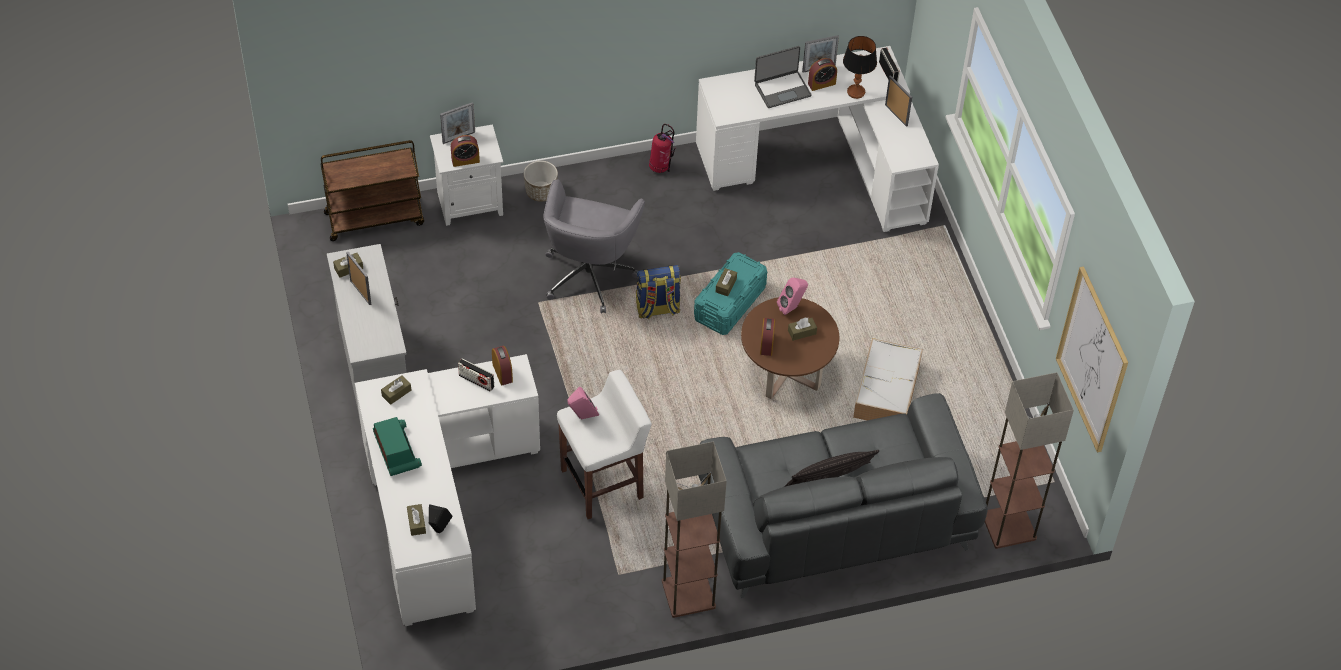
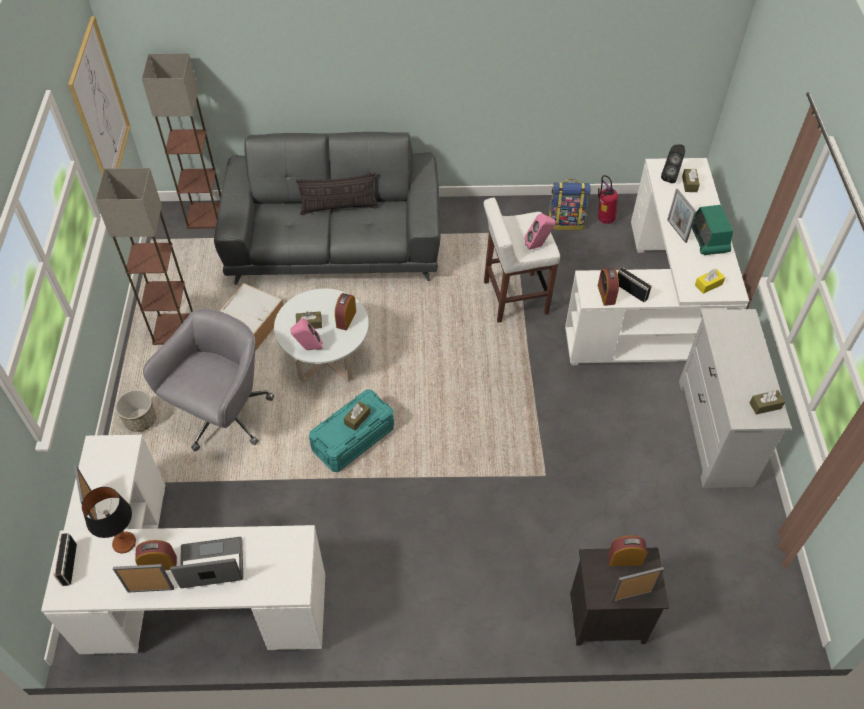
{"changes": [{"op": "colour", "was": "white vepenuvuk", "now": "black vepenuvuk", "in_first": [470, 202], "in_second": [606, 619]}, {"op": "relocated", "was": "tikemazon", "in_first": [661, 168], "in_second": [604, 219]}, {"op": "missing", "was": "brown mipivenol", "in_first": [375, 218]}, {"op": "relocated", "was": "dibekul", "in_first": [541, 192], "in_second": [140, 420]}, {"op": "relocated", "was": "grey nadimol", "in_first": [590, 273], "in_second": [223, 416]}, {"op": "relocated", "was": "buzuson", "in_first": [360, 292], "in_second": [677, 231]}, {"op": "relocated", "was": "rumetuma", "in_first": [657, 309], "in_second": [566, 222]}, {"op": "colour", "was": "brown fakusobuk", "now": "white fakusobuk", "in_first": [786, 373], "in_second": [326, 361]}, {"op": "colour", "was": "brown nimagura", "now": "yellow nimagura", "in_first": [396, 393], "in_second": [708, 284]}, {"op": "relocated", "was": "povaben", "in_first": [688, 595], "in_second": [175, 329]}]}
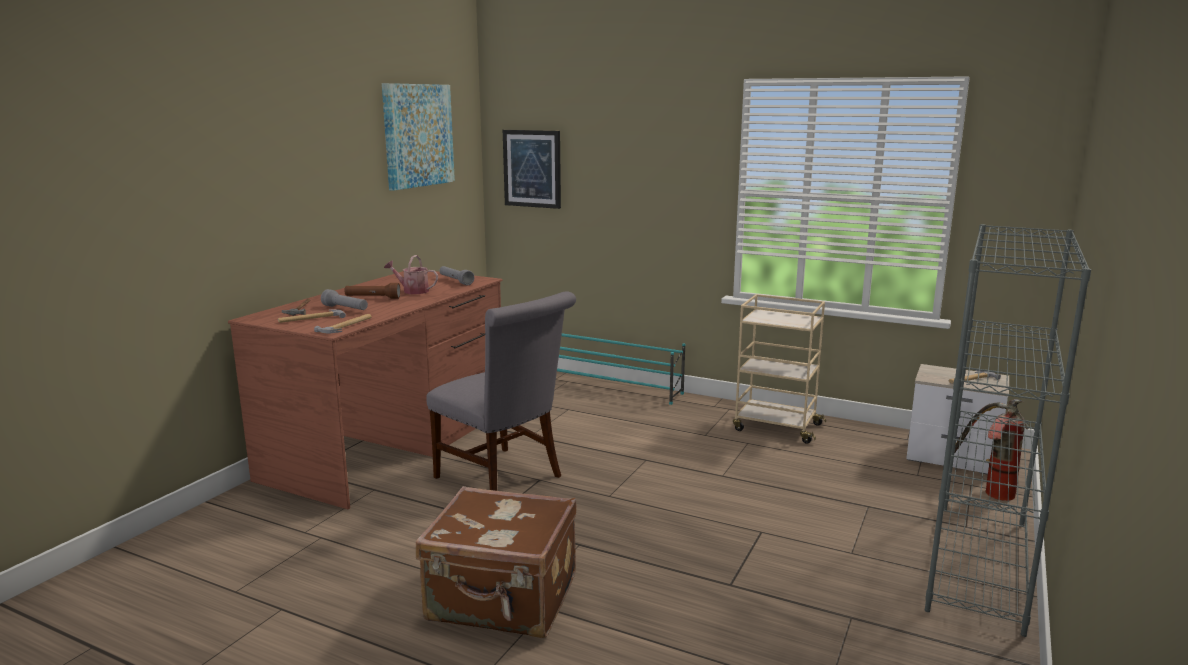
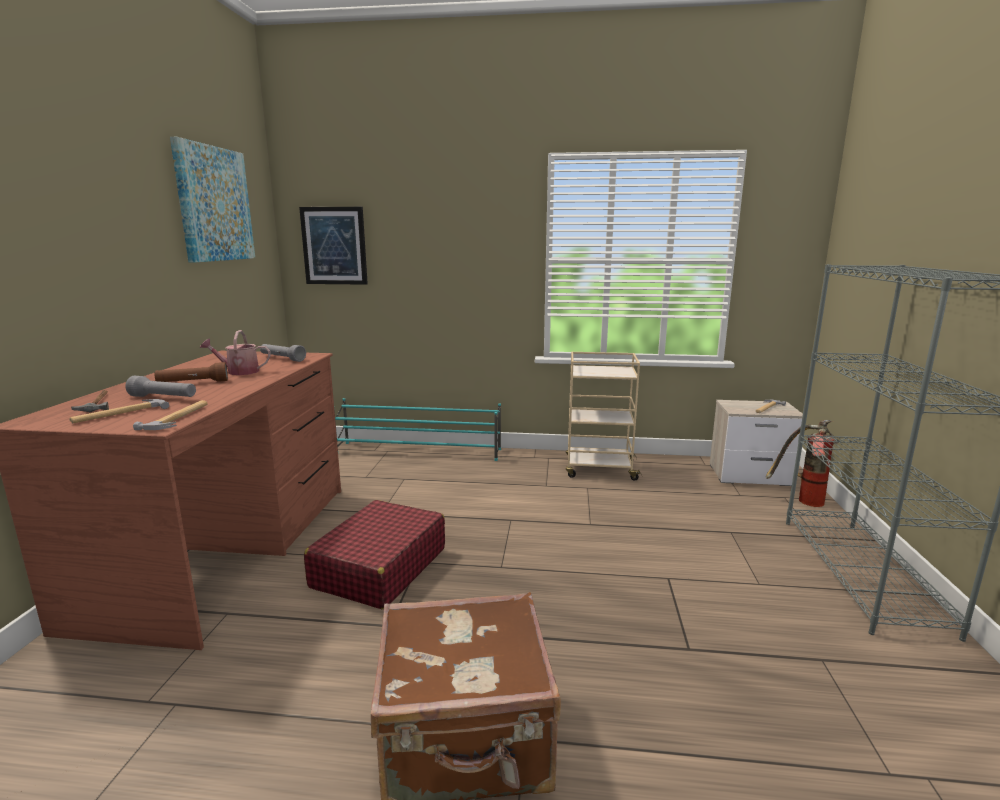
{"changes": [{"op": "exchanged", "was": "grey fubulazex", "now": "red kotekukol", "in_first": [504, 478], "in_second": [379, 568]}]}
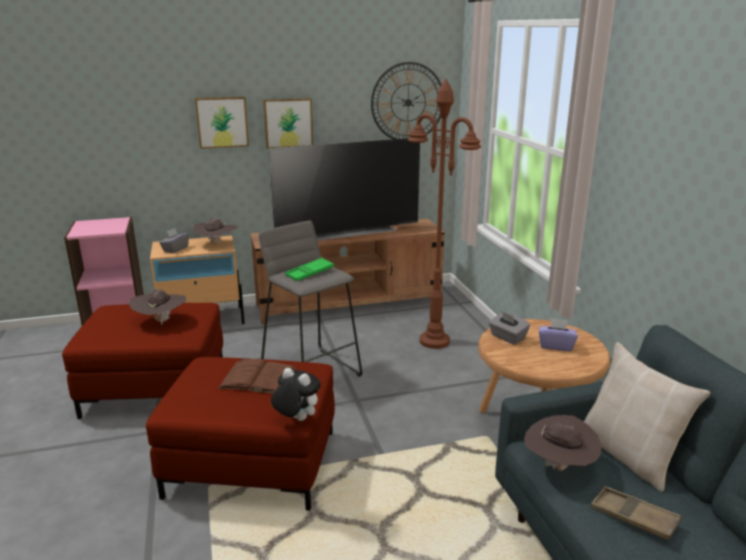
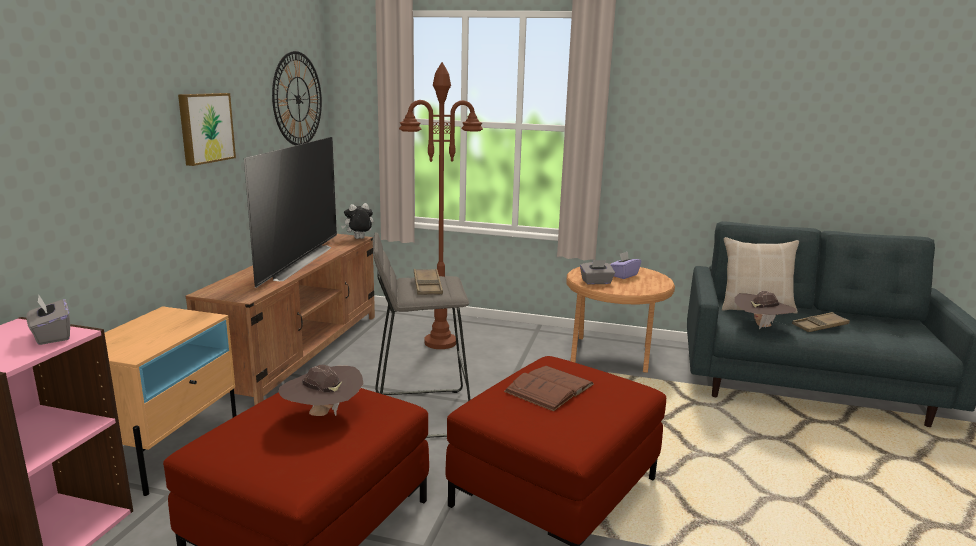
{"changes": [{"op": "missing", "was": "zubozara", "in_first": [222, 122]}, {"op": "missing", "was": "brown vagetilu", "in_first": [216, 245]}, {"op": "relocated", "was": "grey nimagura", "in_first": [175, 249], "in_second": [52, 336]}, {"op": "colour", "was": "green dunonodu", "now": "brown dunonodu", "in_first": [310, 273], "in_second": [427, 286]}, {"op": "relocated", "was": "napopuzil", "in_first": [296, 419], "in_second": [359, 239]}]}
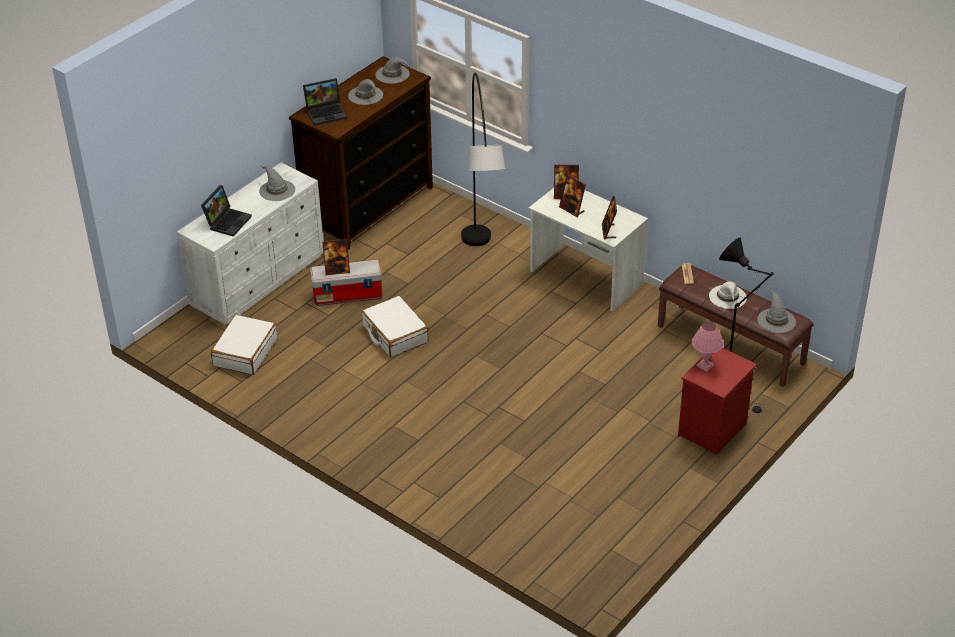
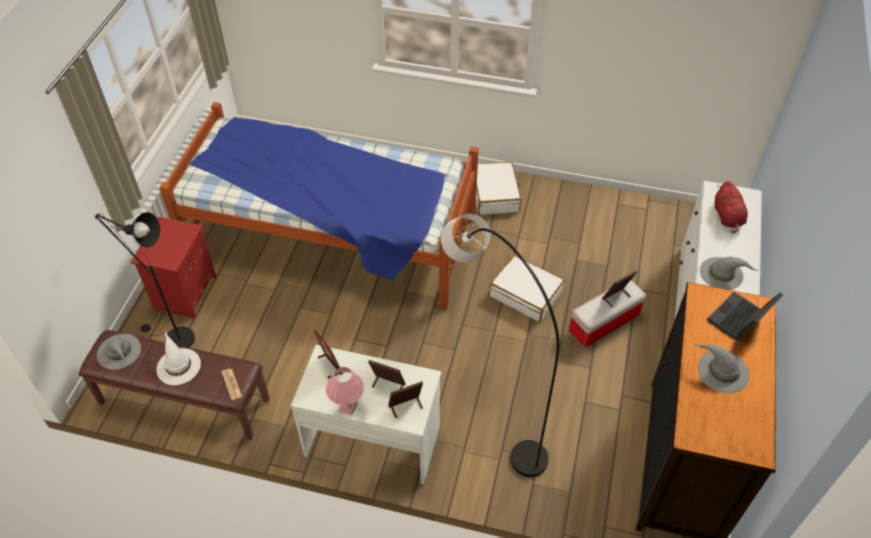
{"changes": [{"op": "missing", "was": "grey vagetilu", "in_first": [393, 74]}, {"op": "exchanged", "was": "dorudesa", "now": "red napopuzil", "in_first": [227, 221], "in_second": [728, 217]}, {"op": "relocated", "was": "white kotekukol", "in_first": [245, 352], "in_second": [495, 195]}, {"op": "relocated", "was": "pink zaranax", "in_first": [705, 366], "in_second": [347, 406]}, {"op": "appeared", "now": "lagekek", "in_second": [331, 237]}]}
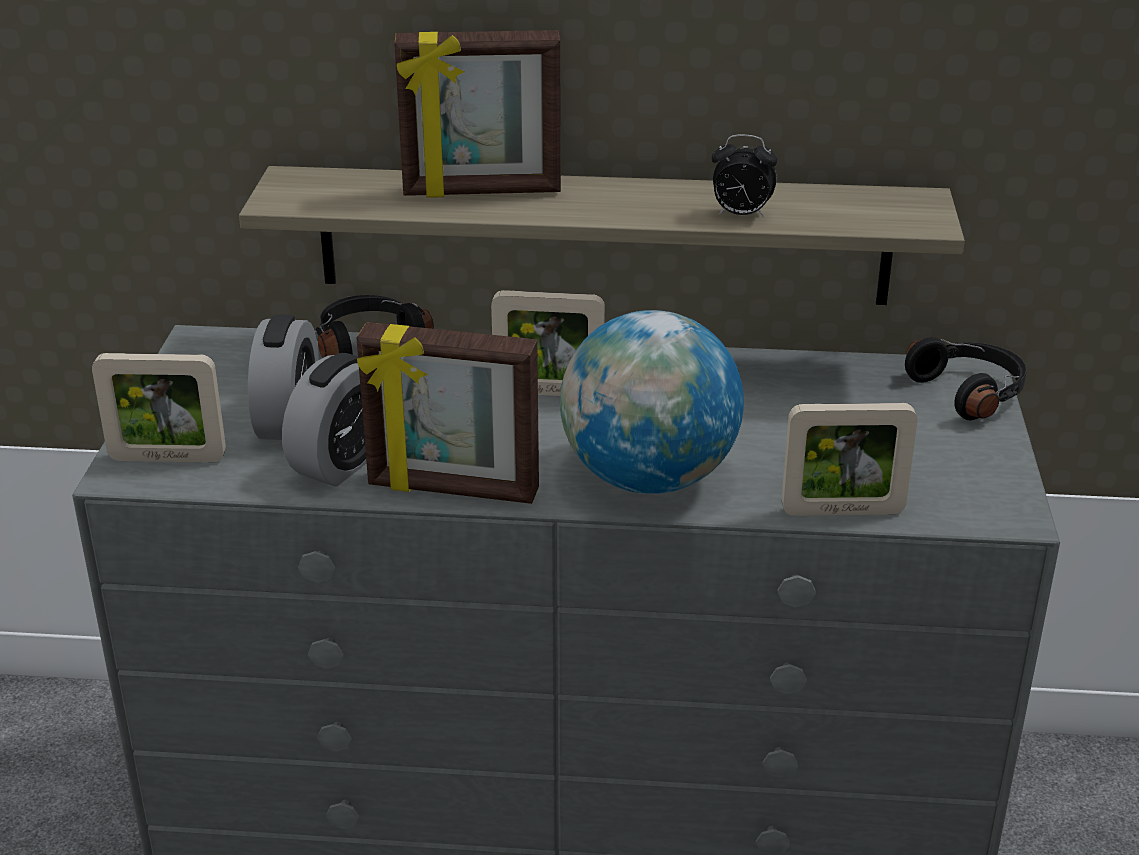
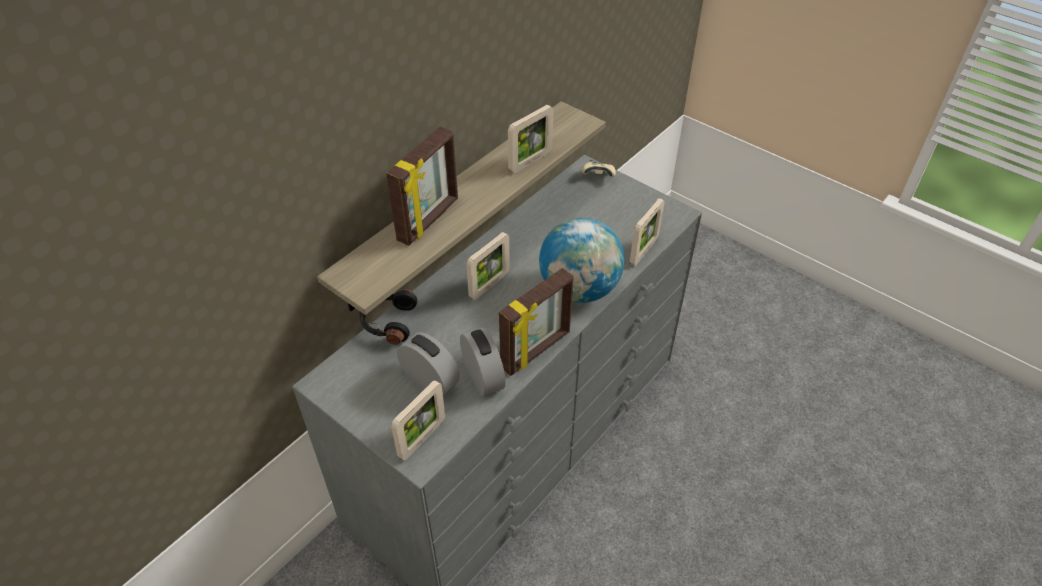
{"changes": [{"op": "exchanged", "was": "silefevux", "now": "buzuson", "in_first": [740, 215], "in_second": [530, 161]}, {"op": "exchanged", "was": "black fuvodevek", "now": "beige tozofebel", "in_first": [970, 392], "in_second": [598, 176]}]}
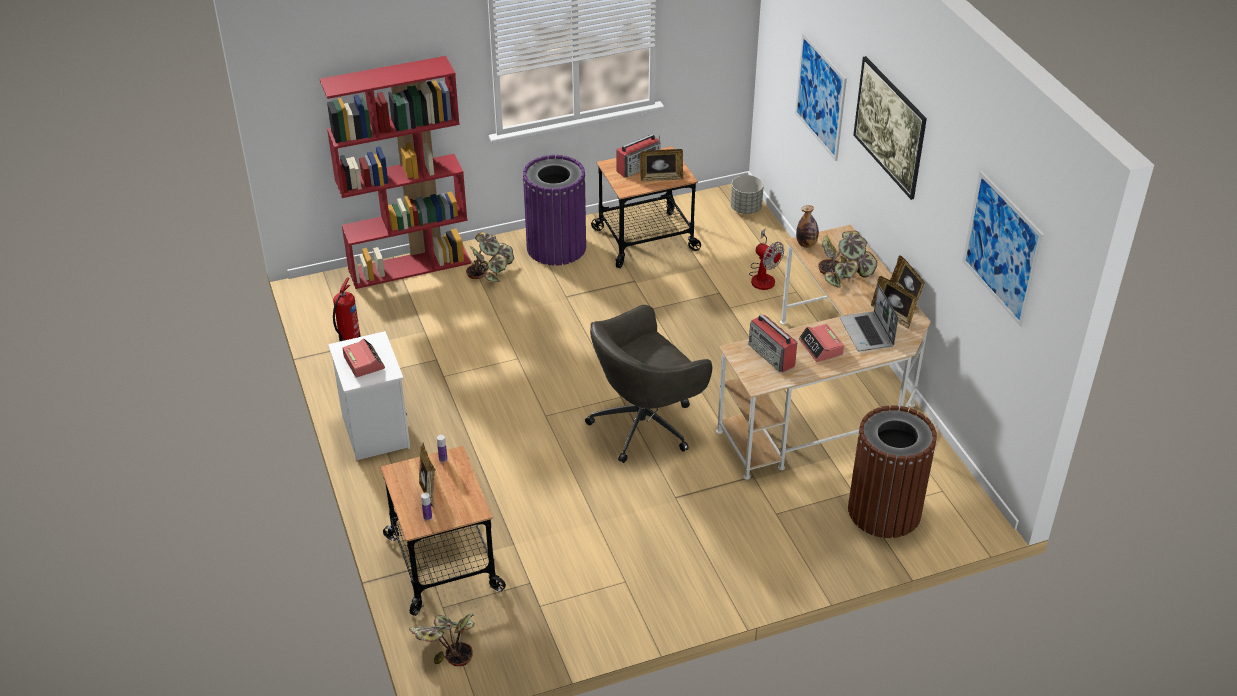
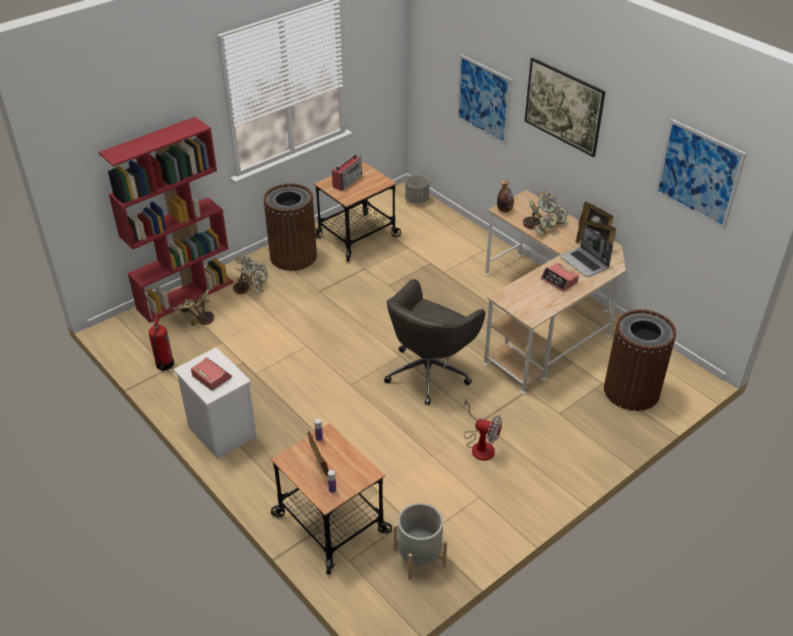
{"changes": [{"op": "missing", "was": "buzuson", "in_first": [661, 178]}, {"op": "colour", "was": "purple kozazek", "now": "brown kozazek", "in_first": [556, 247], "in_second": [293, 256]}, {"op": "relocated", "was": "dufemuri", "in_first": [763, 276], "in_second": [480, 445]}, {"op": "missing", "was": "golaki", "in_first": [772, 355]}, {"op": "relocated", "was": "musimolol", "in_first": [445, 647], "in_second": [195, 317]}, {"op": "appeared", "now": "grey dibekul", "in_second": [419, 557]}]}
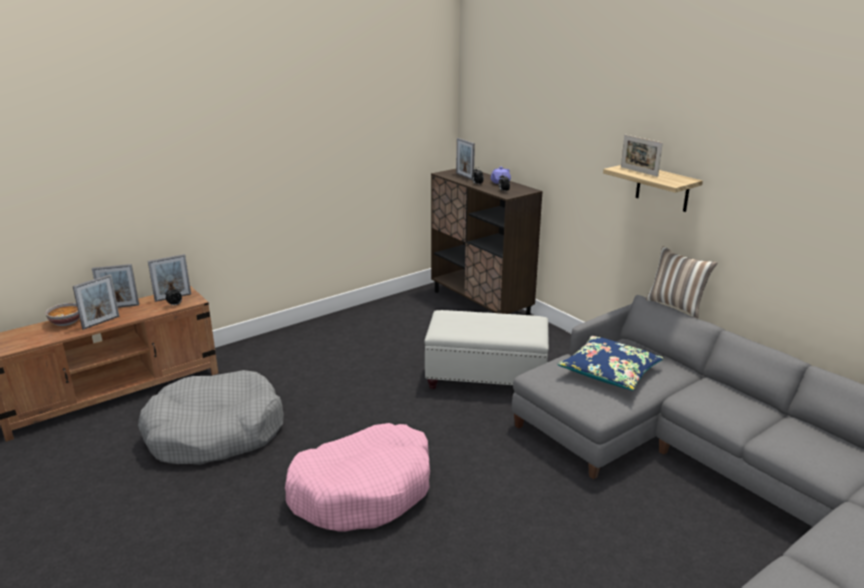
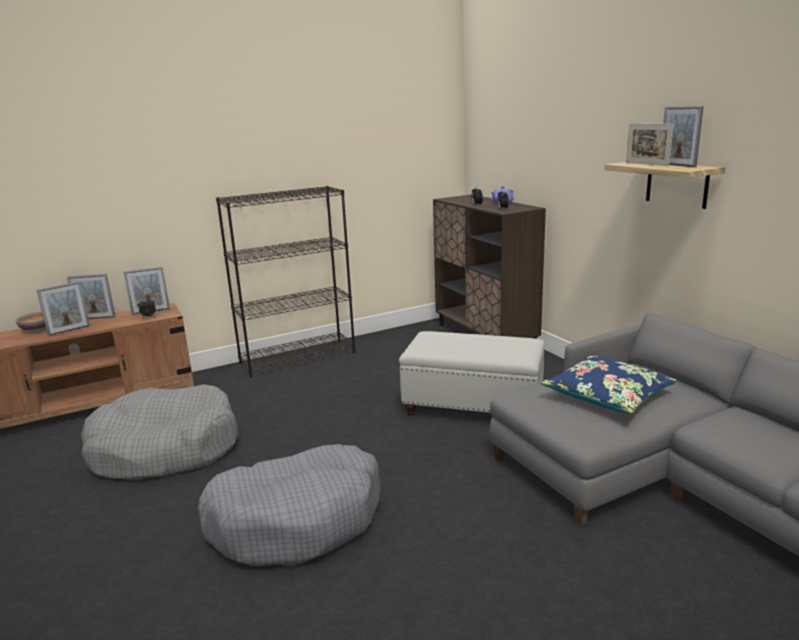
{"changes": [{"op": "relocated", "was": "buzuson", "in_first": [464, 176], "in_second": [677, 165]}, {"op": "missing", "was": "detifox", "in_first": [676, 306]}, {"op": "colour", "was": "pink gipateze", "now": "grey gipateze", "in_first": [363, 490], "in_second": [297, 519]}, {"op": "appeared", "now": "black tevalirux", "in_second": [298, 357]}]}
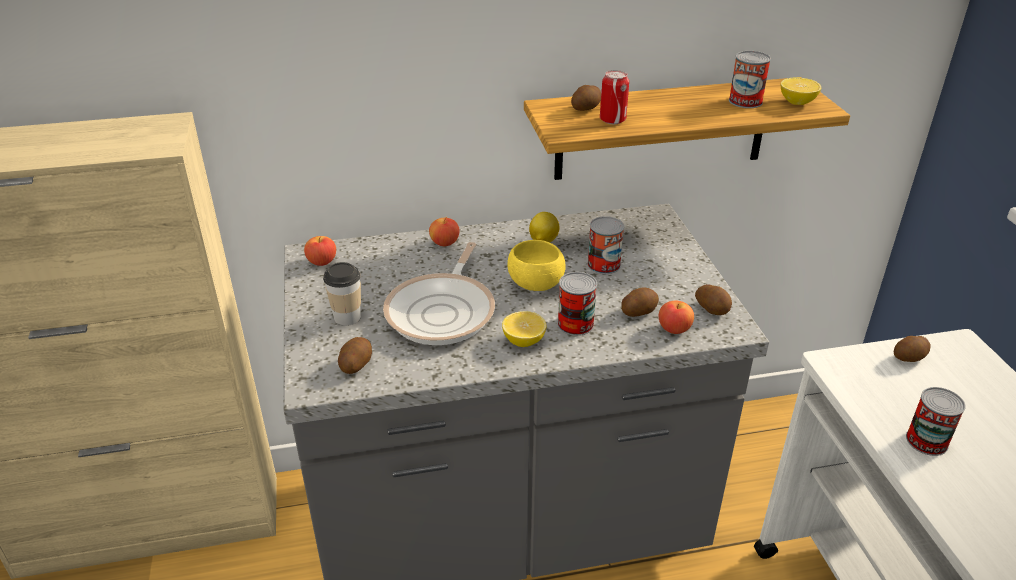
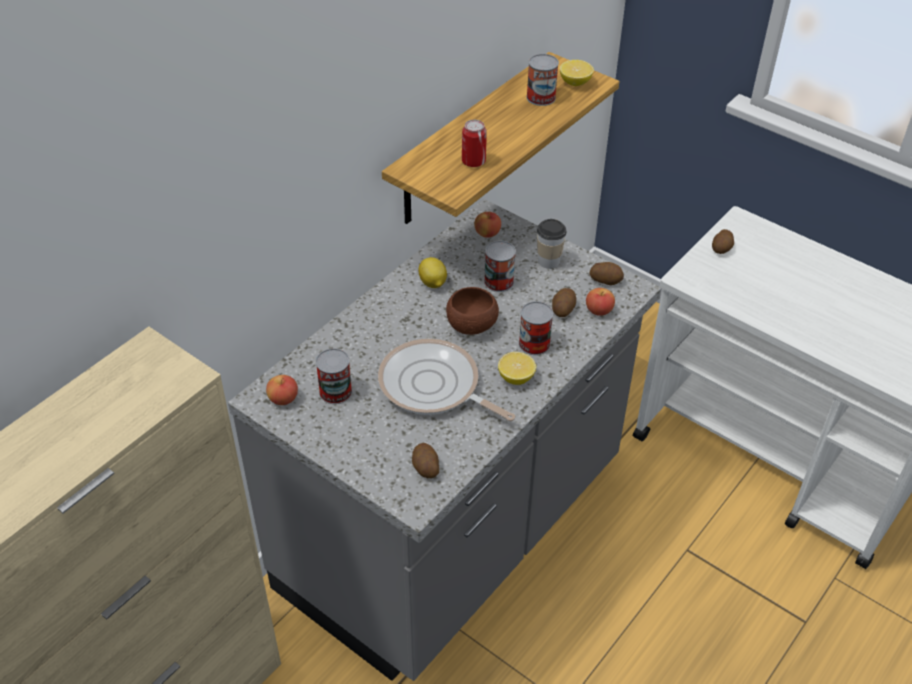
{"changes": [{"op": "missing", "was": "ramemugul", "in_first": [586, 108]}, {"op": "relocated", "was": "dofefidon", "in_first": [444, 243], "in_second": [487, 233]}, {"op": "colour", "was": "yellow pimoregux", "now": "brown pimoregux", "in_first": [536, 284], "in_second": [471, 326]}, {"op": "spun", "was": "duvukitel", "in_first": [443, 311], "in_second": [433, 387], "clockwise": 150}, {"op": "relocated", "was": "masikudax", "in_first": [347, 317], "in_second": [548, 261]}, {"op": "relocated", "was": "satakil", "in_first": [926, 441], "in_second": [335, 391]}]}
